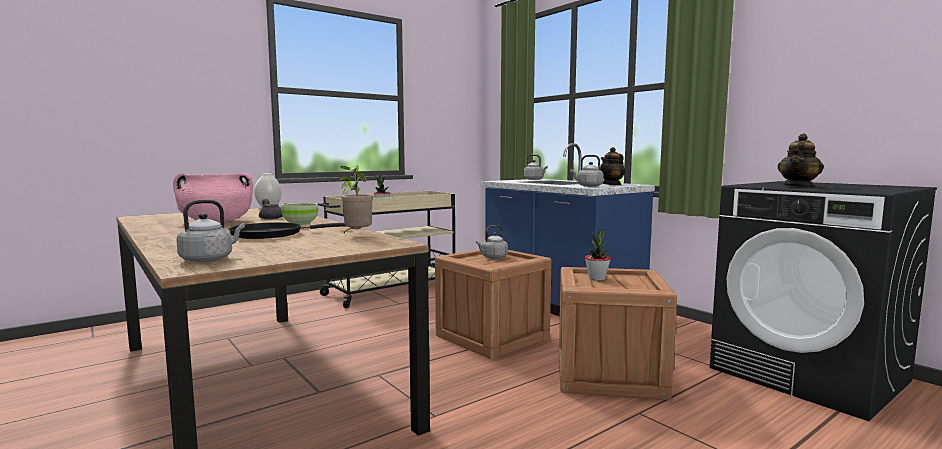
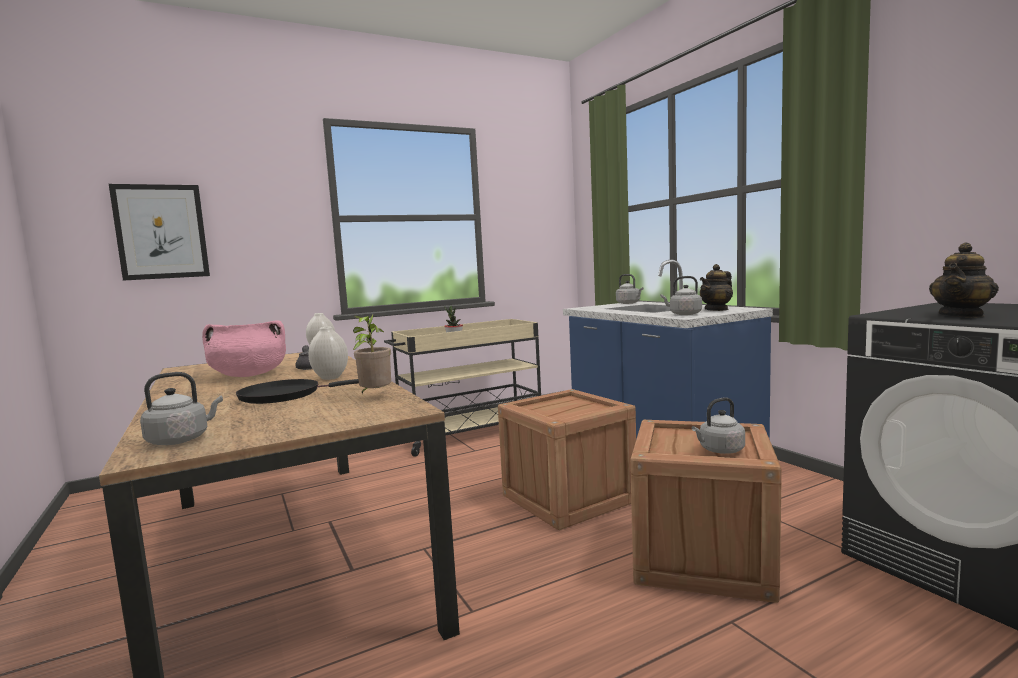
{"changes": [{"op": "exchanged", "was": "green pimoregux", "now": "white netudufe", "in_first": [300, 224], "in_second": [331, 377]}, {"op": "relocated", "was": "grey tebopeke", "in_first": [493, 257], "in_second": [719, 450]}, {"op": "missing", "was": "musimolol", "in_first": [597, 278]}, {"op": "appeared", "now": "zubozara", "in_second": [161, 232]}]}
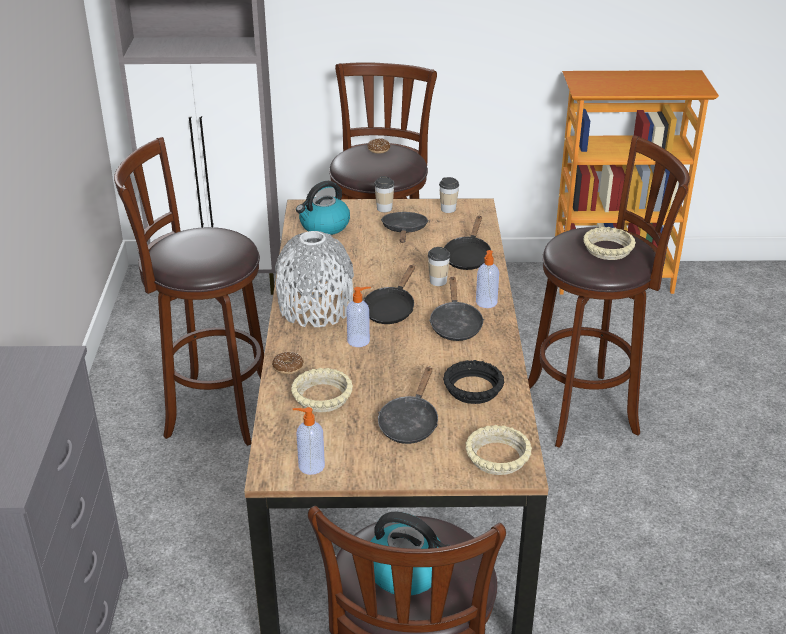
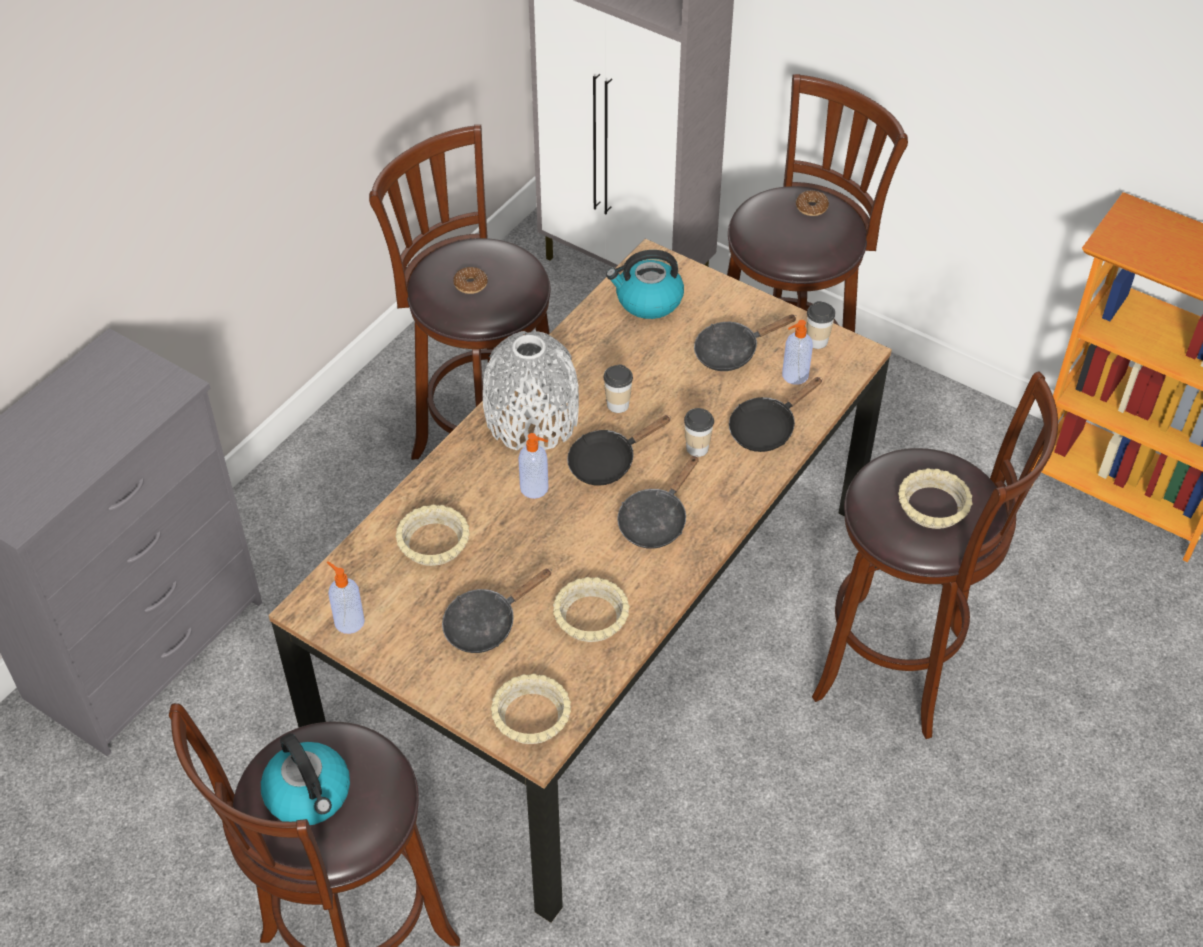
{"changes": [{"op": "relocated", "was": "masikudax", "in_first": [384, 208], "in_second": [617, 405]}, {"op": "spun", "was": "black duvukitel", "in_first": [404, 231], "in_second": [732, 352], "clockwise": -150}, {"op": "relocated", "was": "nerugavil", "in_first": [486, 303], "in_second": [794, 375]}, {"op": "relocated", "was": "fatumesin", "in_first": [288, 367], "in_second": [470, 285]}, {"op": "colour", "was": "black pimoregux", "now": "beige pimoregux", "in_first": [473, 389], "in_second": [590, 617]}]}
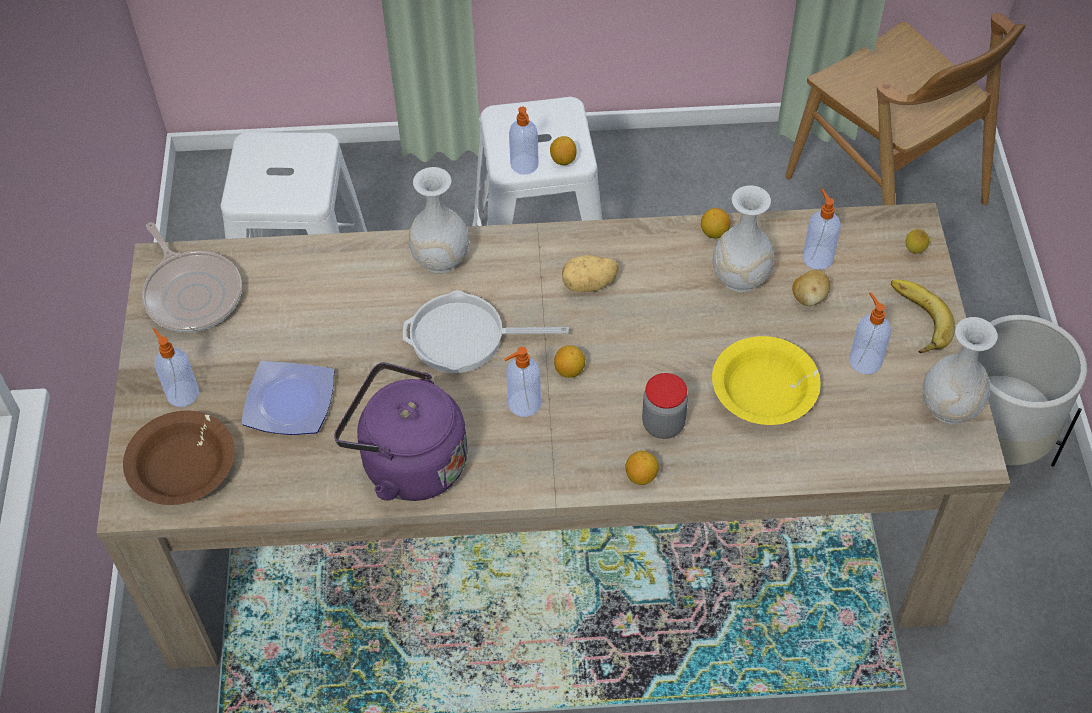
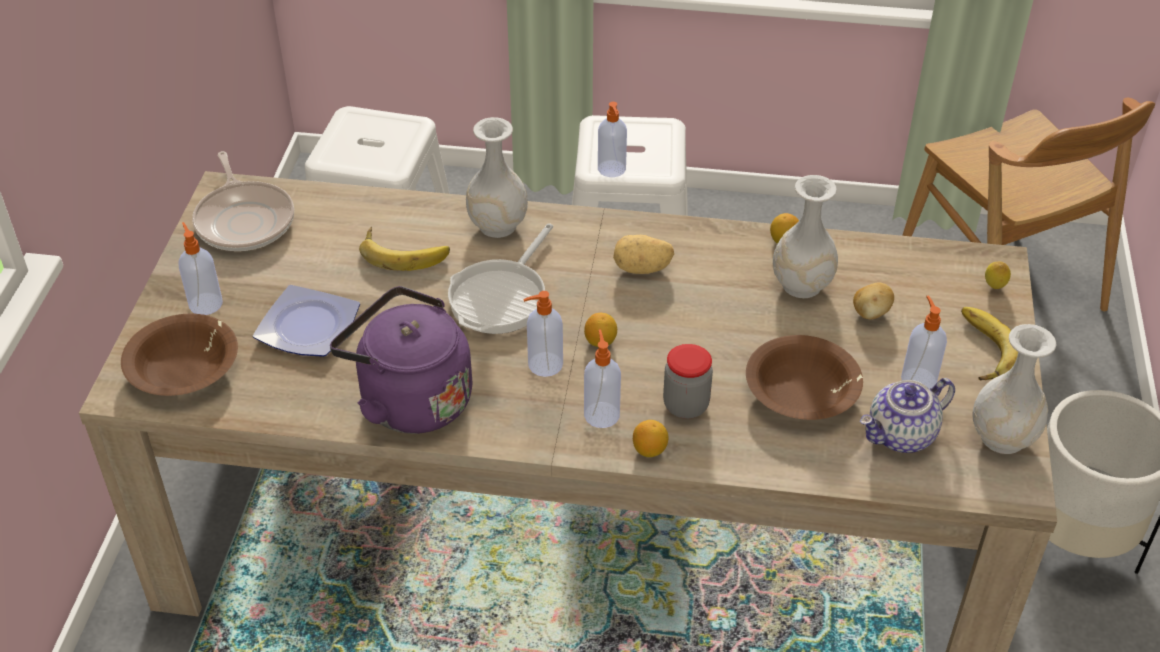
{"changes": [{"op": "missing", "was": "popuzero", "in_first": [563, 160]}, {"op": "relocated", "was": "nerugavil", "in_first": [817, 257], "in_second": [601, 414]}, {"op": "spun", "was": "duvukitel", "in_first": [465, 338], "in_second": [501, 297], "clockwise": -75}, {"op": "colour", "was": "yellow pimoregux", "now": "brown pimoregux", "in_first": [764, 391], "in_second": [802, 391]}, {"op": "appeared", "now": "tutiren", "in_second": [405, 252]}, {"op": "appeared", "now": "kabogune", "in_second": [901, 436]}]}
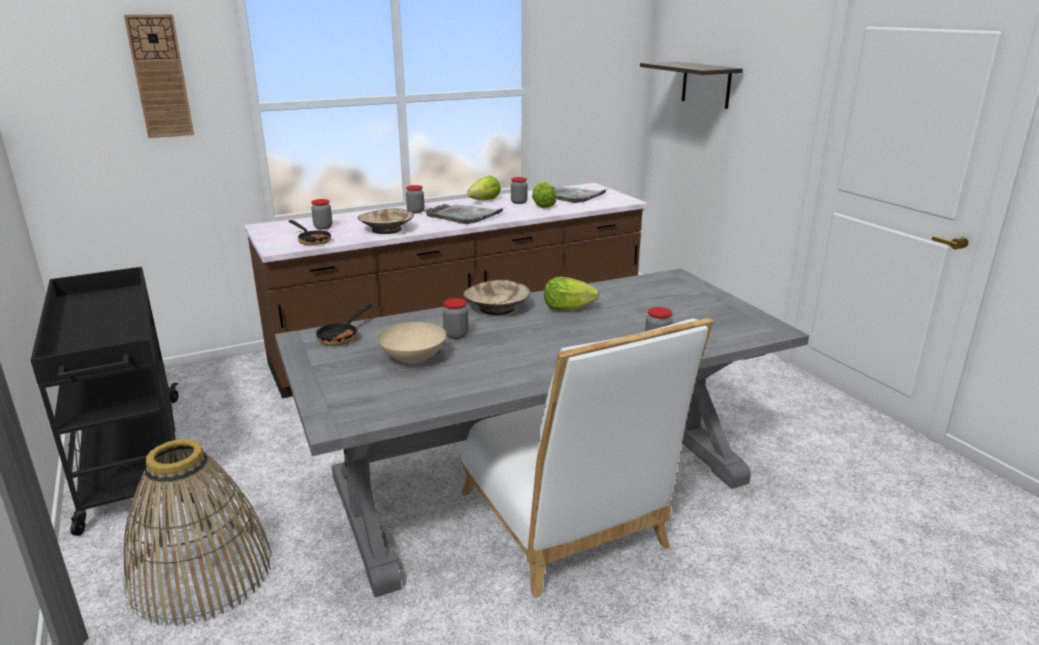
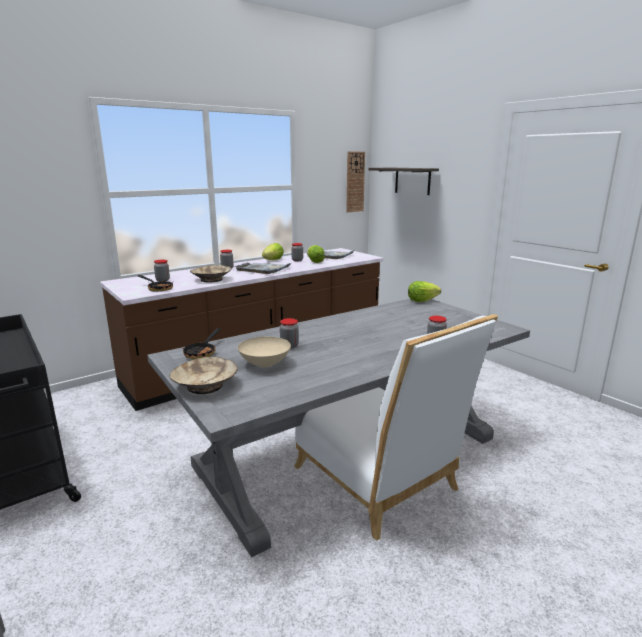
{"changes": [{"op": "relocated", "was": "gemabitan", "in_first": [160, 77], "in_second": [355, 182]}, {"op": "relocated", "was": "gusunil", "in_first": [567, 308], "in_second": [421, 300]}, {"op": "relocated", "was": "beige pimoregux", "in_first": [497, 308], "in_second": [205, 385]}, {"op": "missing", "was": "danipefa", "in_first": [201, 573]}]}
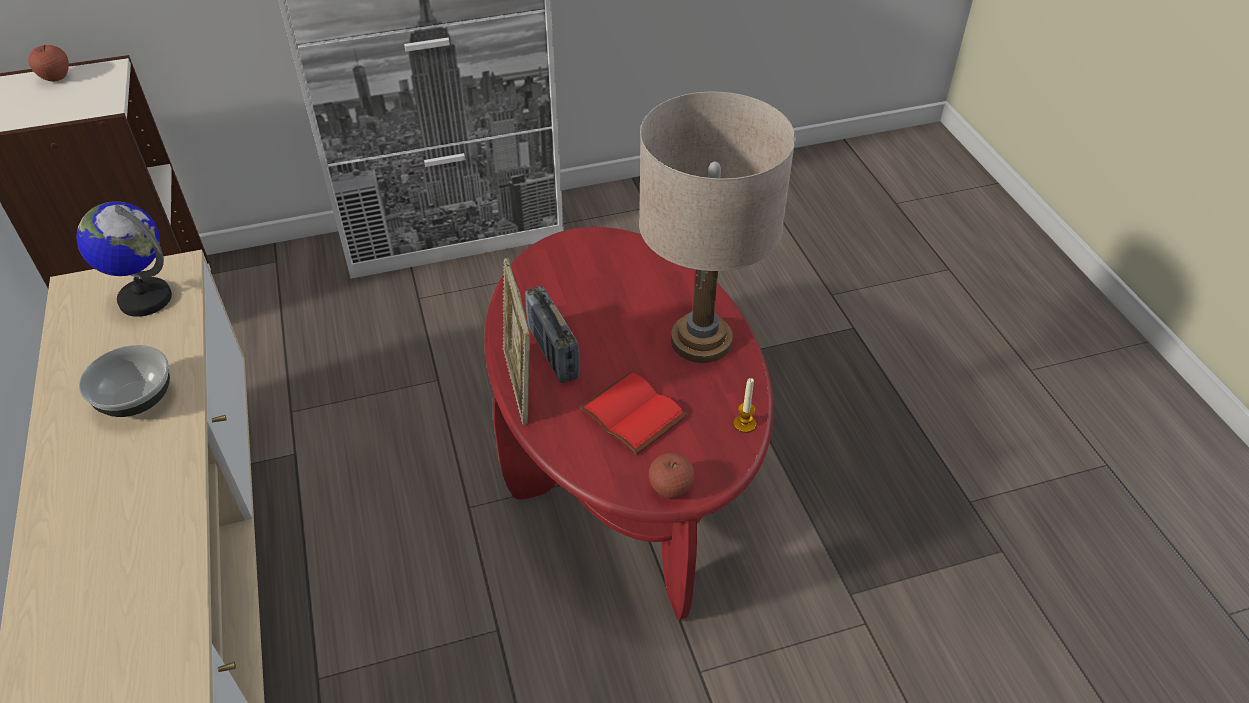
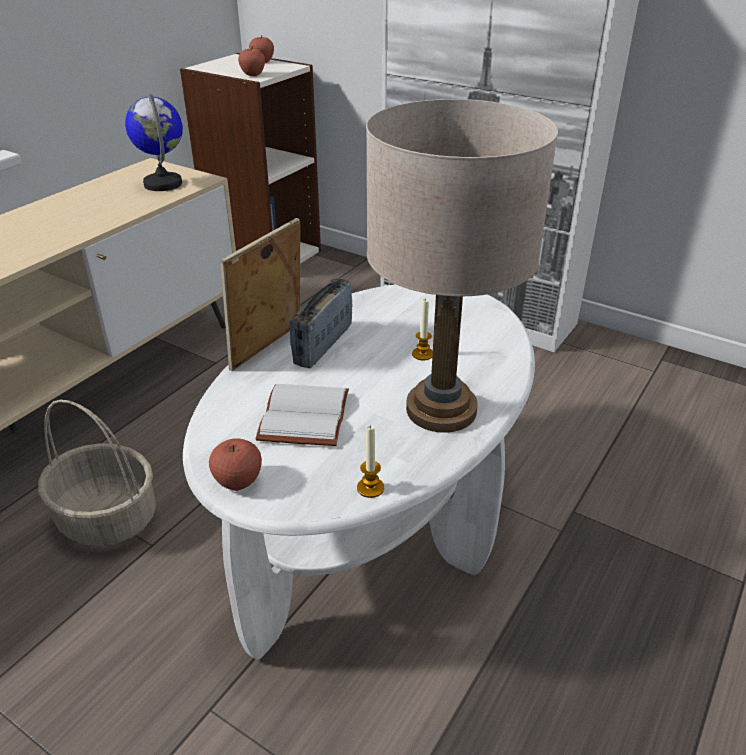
{"changes": [{"op": "colour", "was": "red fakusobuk", "now": "white fakusobuk", "in_first": [624, 471], "in_second": [373, 523]}, {"op": "missing", "was": "pimoregux", "in_first": [136, 400]}, {"op": "colour", "was": "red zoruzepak", "now": "white zoruzepak", "in_first": [630, 414], "in_second": [302, 415]}, {"op": "appeared", "now": "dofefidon", "in_second": [253, 74]}, {"op": "appeared", "now": "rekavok", "in_second": [422, 354]}, {"op": "appeared", "now": "danipefa", "in_second": [106, 518]}]}
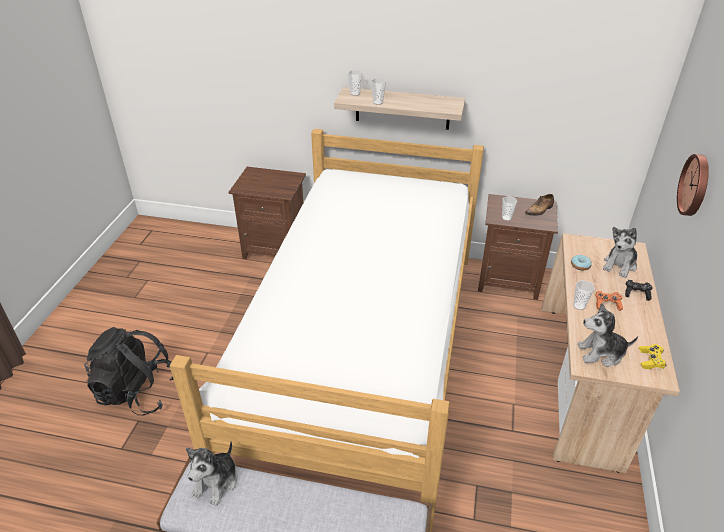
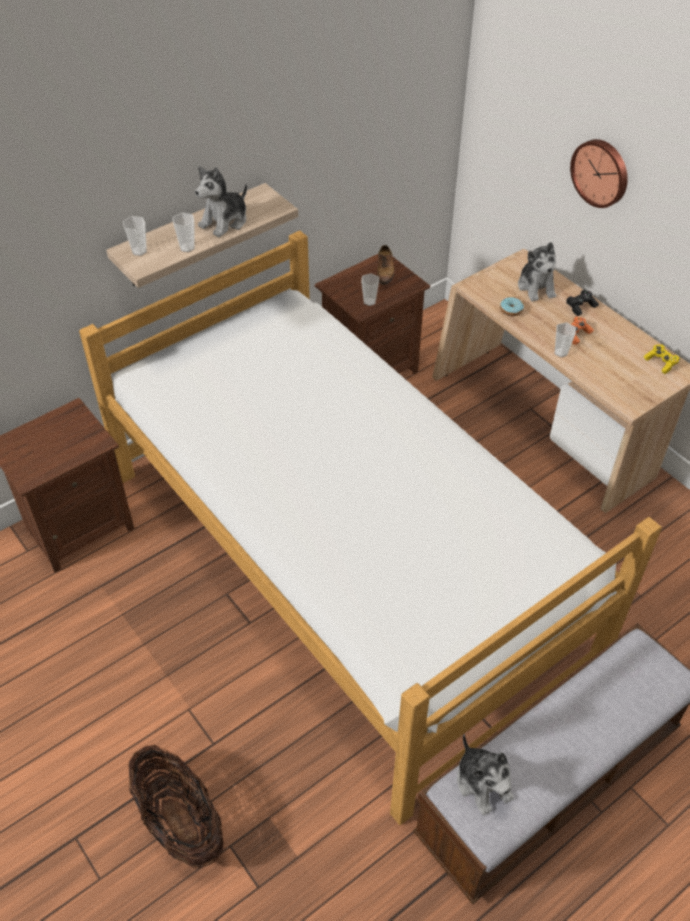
{"changes": [{"op": "relocated", "was": "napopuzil", "in_first": [601, 353], "in_second": [225, 221]}, {"op": "exchanged", "was": "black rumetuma", "now": "danipefa", "in_first": [138, 392], "in_second": [180, 822]}]}
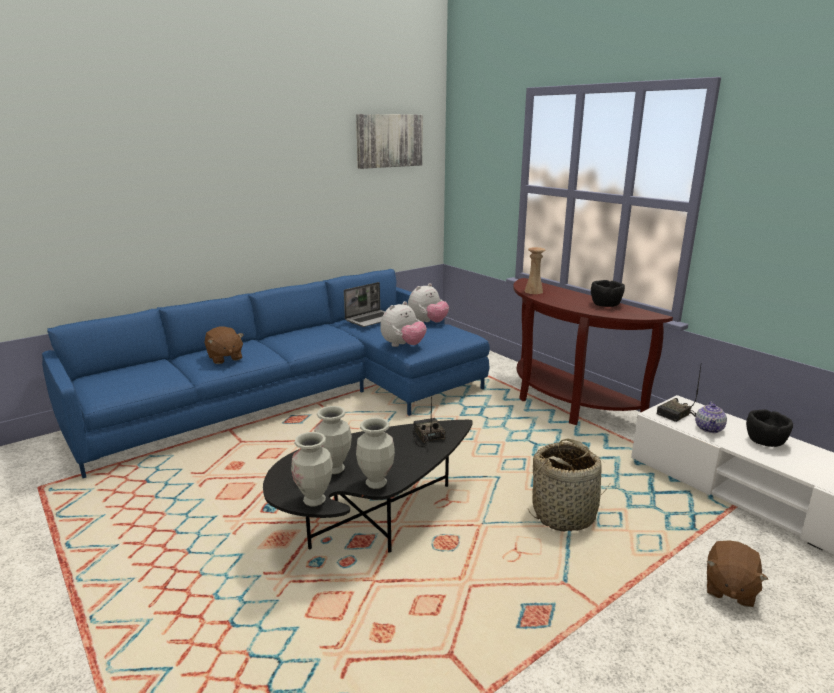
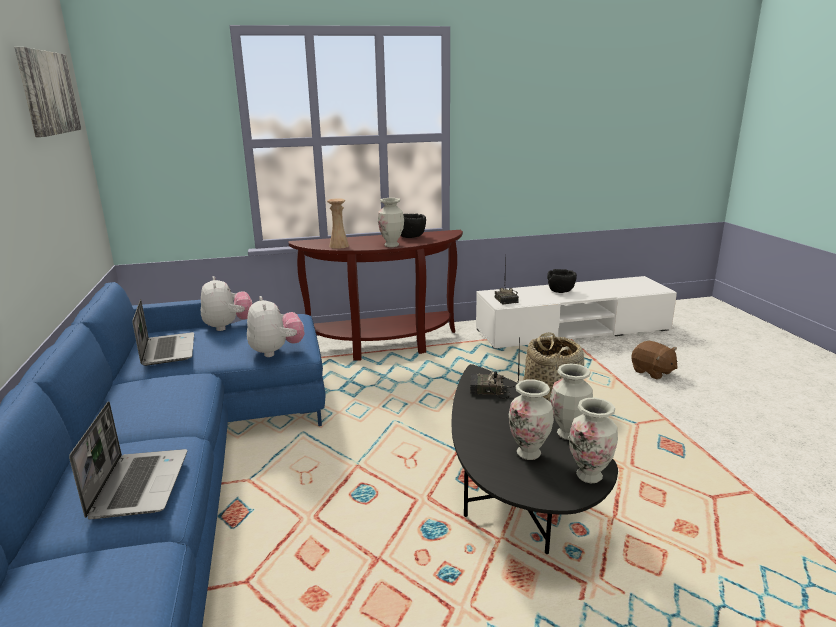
{"changes": [{"op": "exchanged", "was": "brown napopuzil", "now": "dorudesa", "in_first": [224, 358], "in_second": [139, 484]}, {"op": "missing", "was": "kabogune", "in_first": [709, 428]}, {"op": "appeared", "now": "netudufe", "in_second": [391, 245]}]}
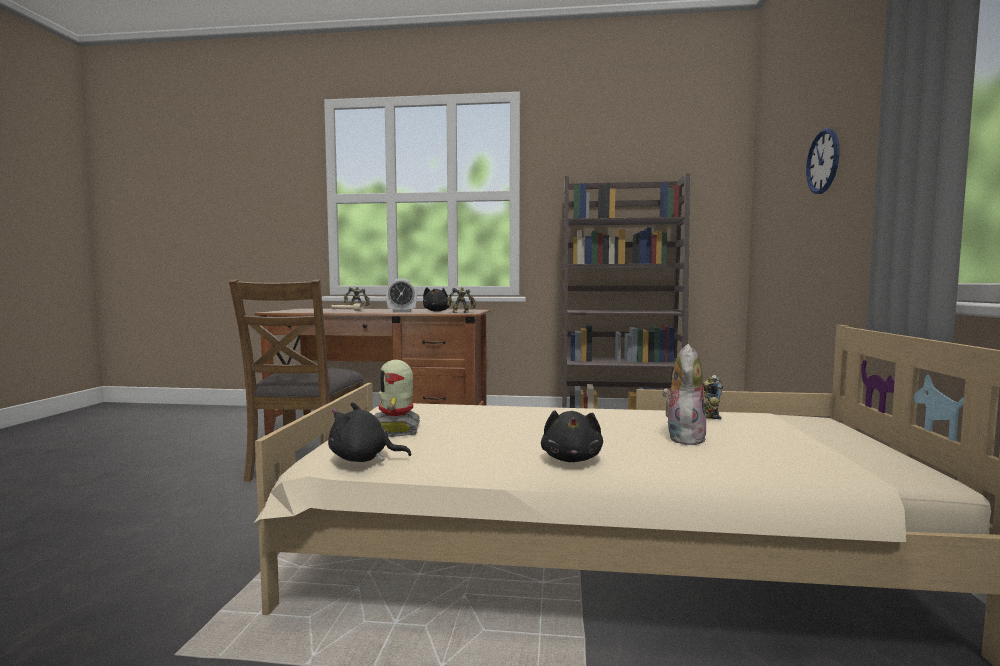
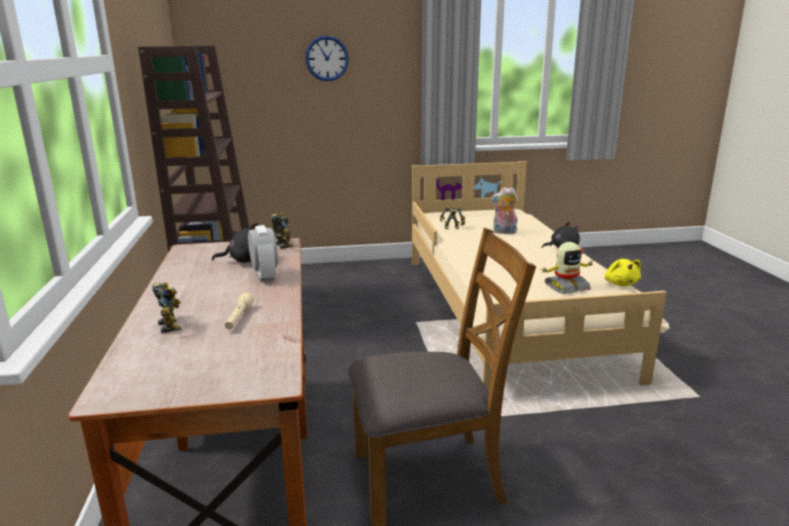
{"changes": [{"op": "colour", "was": "black napopuzil", "now": "yellow napopuzil", "in_first": [363, 459], "in_second": [620, 283]}]}
